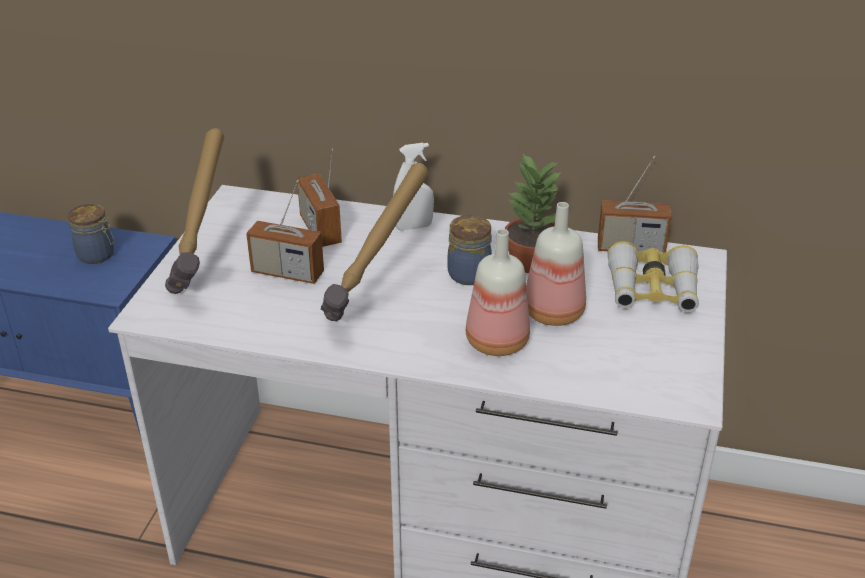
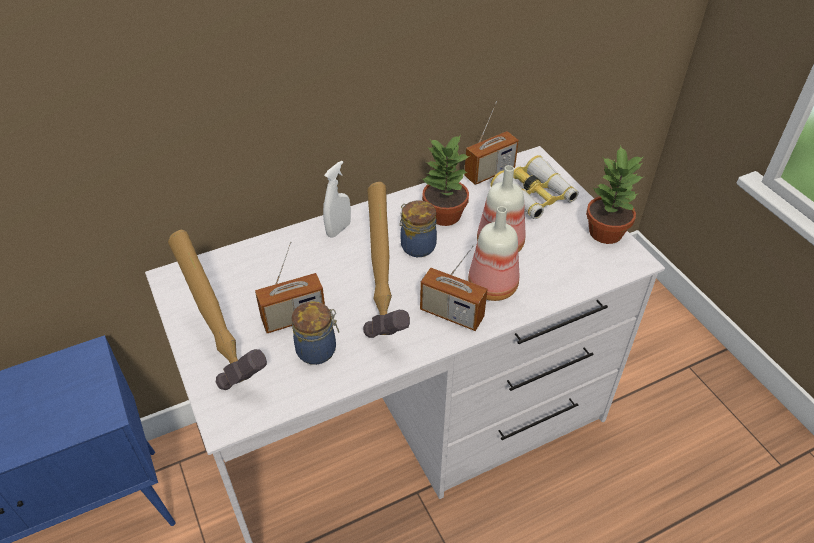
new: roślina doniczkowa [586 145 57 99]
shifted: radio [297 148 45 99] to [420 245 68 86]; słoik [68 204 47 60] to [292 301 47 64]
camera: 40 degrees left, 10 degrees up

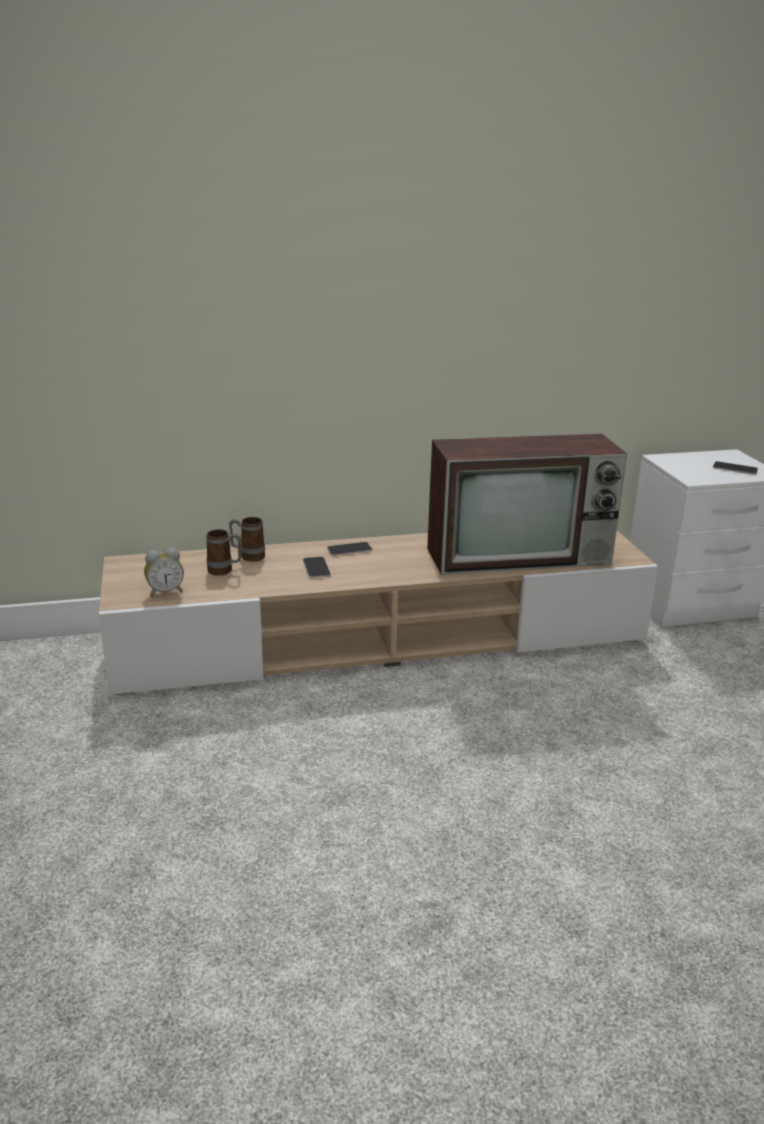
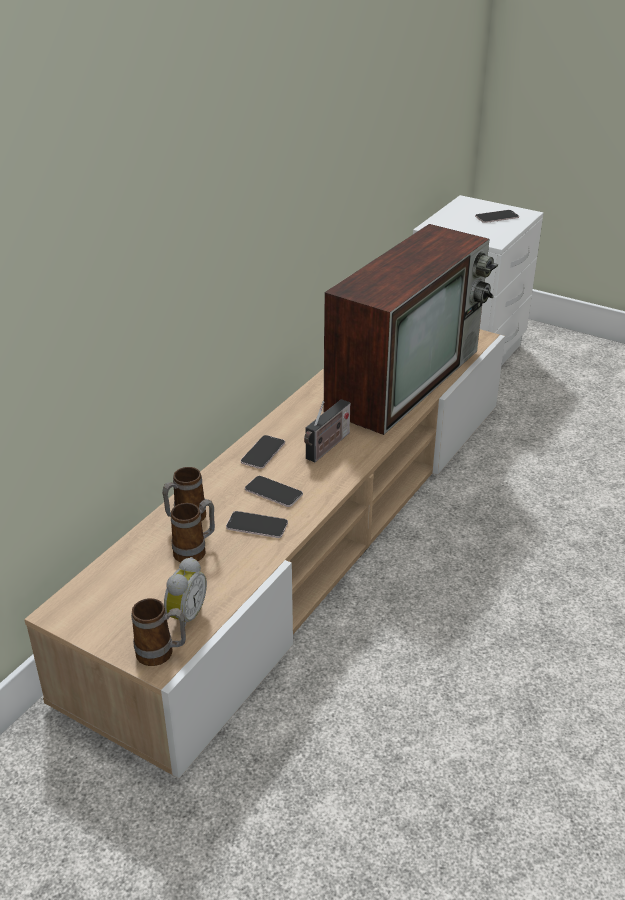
new: radio [304 399 46 63]; telefon [226 511 62 27]; kubek [131 598 55 68]
camera: 45 degrees left, 10 degrees up

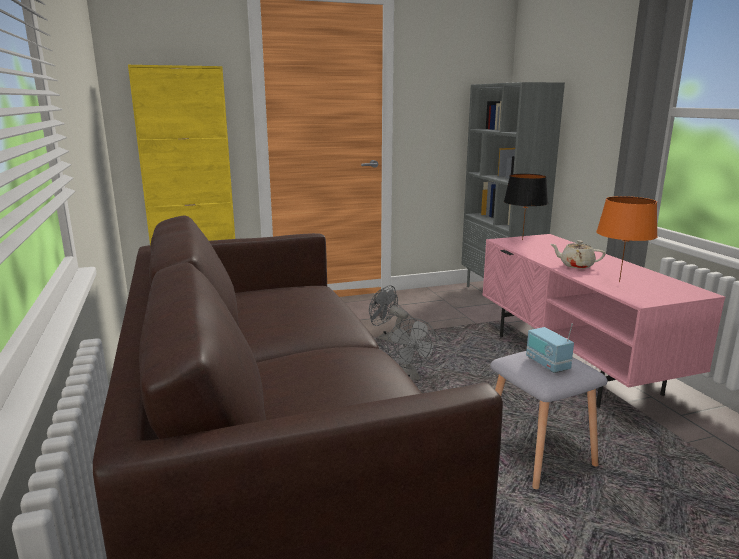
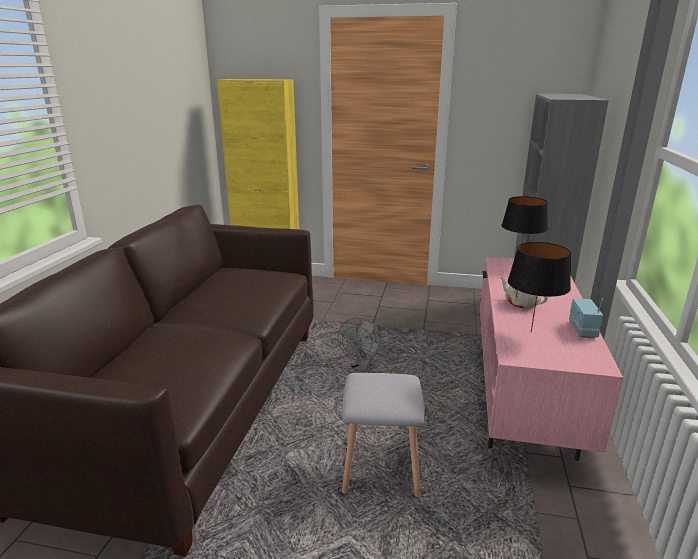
gone: wentylator (szary) [369 285 40 59]
shifted: radio [526 323 48 50] to [569 298 34 40]
repainted: lampa stołowa (pomarańczowy) [596 196 62 87] to lampa stołowa (czarny) [508 242 63 90]
camera: 30 degrees right, 5 degrees up

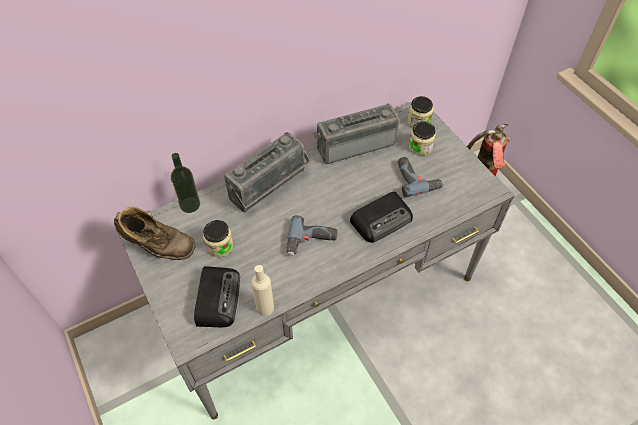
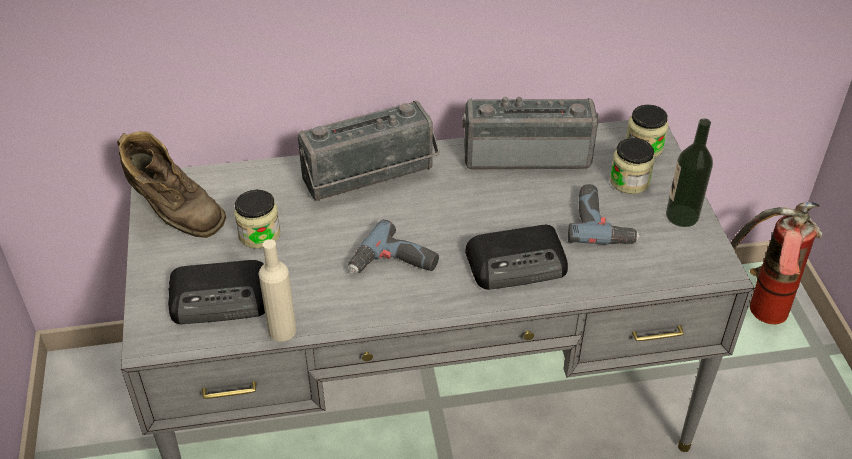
shifted: butelka [171 153 29 60] to [666 118 47 109]
rotated: radio [194 266 46 61] = [168 260 97 64] 60 degrees clockwise
camera: 20 degrees right, 10 degrees down

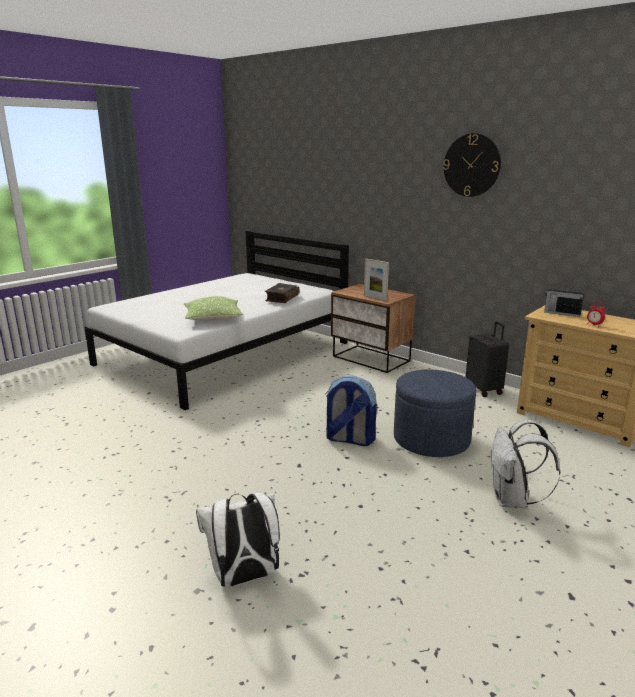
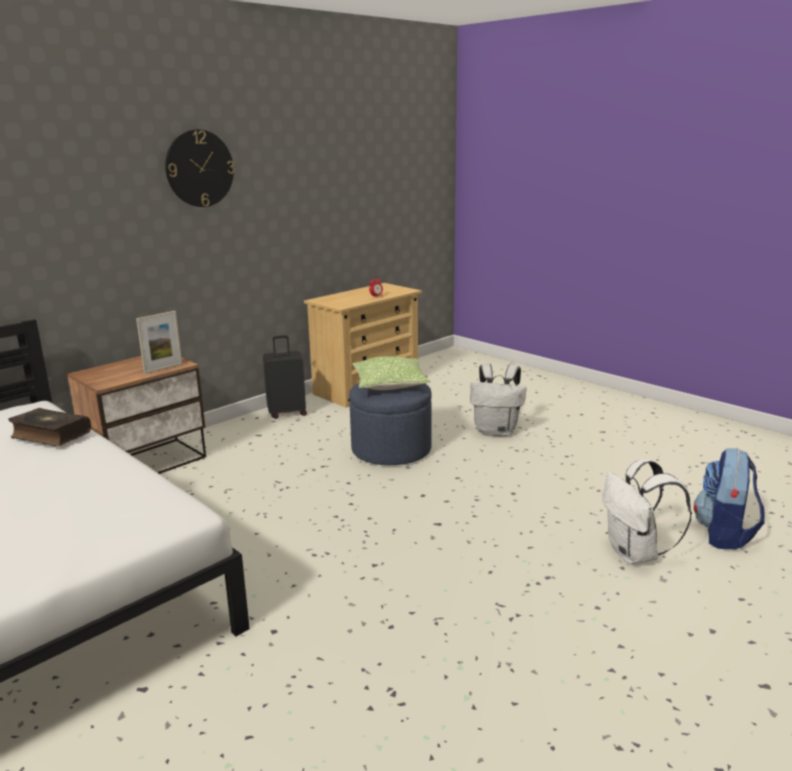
gone: radio [544 287 40 30]
shifted: poduszka [184 296 59 25] to [353 356 77 34]; plecak [325 376 52 70] to [694 448 71 102]
camera: 85 degrees left, 0 degrees up

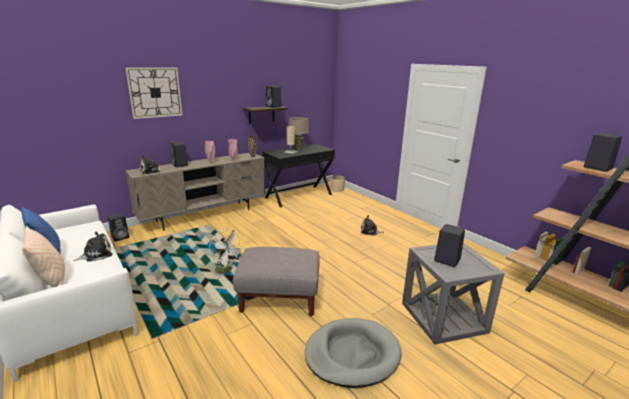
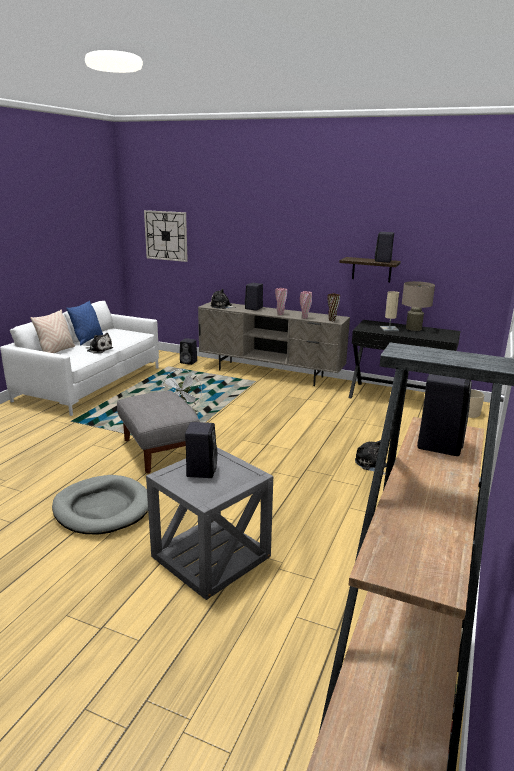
shifted: zegar ścienny [125 67 57 52] to [144 210 44 52]
camera: 60 degrees right, 0 degrees up

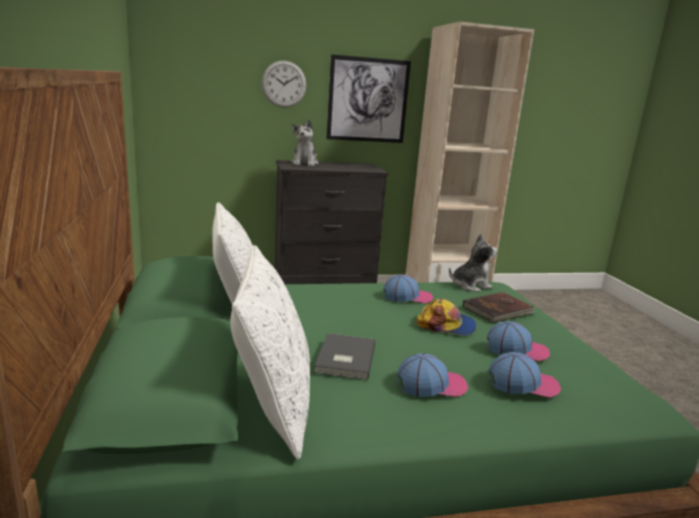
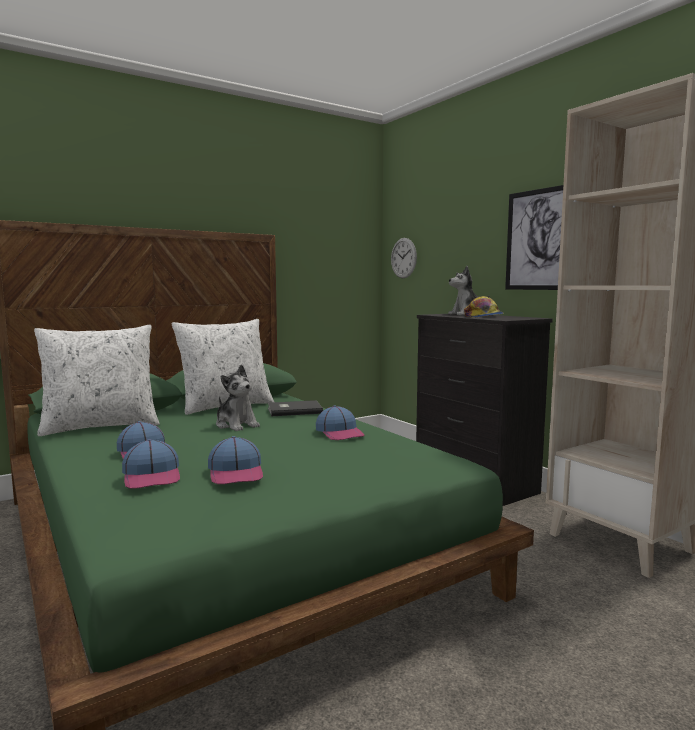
gone: książka (brązowy) [463 292 73 31]
shifted: zegar ścienny [262 61 44 47] to [391 238 26 40]; pluszak [449 234 48 58] to [216 365 44 66]; czapka z daszkiem [417 299 60 37] to [464 296 40 22]; książka (szary) [314 333 62 47] to [268 400 55 16]
camera: 70 degrees right, 10 degrees down

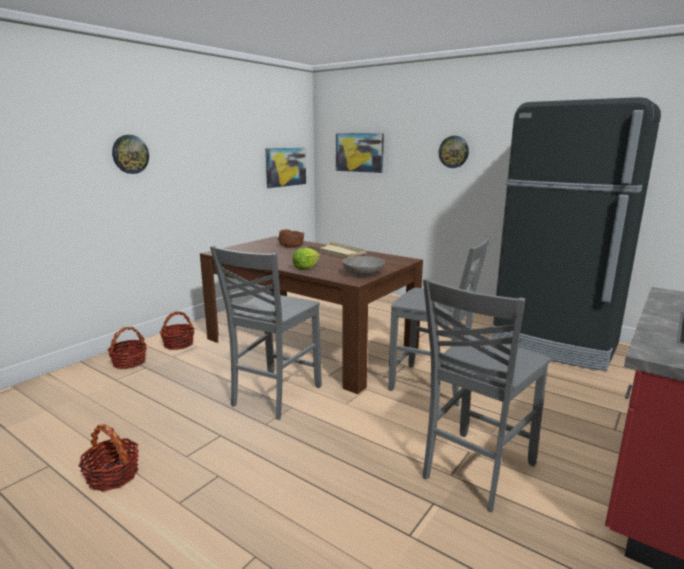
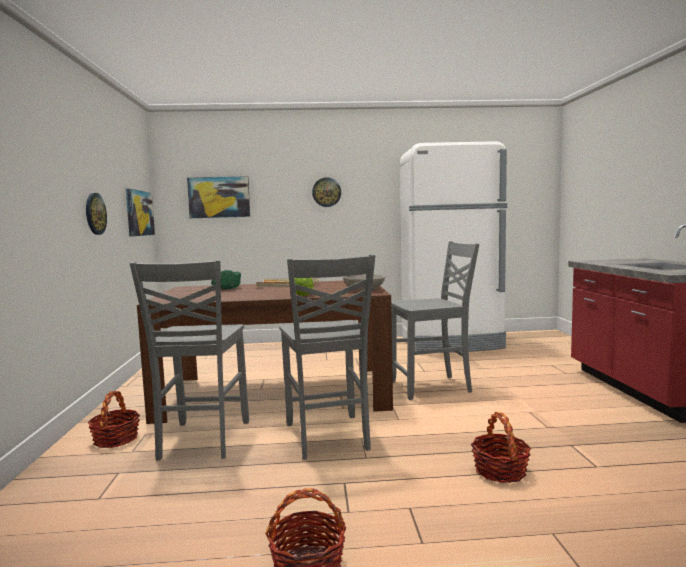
shifted: zegar ścienny [112 135 37 39] to [86 193 21 42]; krzesło (szary) [423 278 128 234] to [130 260 119 200]; koszyk [107 327 40 42] to [471 412 60 71]
repainted: lodówka (czarny) [492 97 169 274] to lodówka (biały) [400 141 107 212]; miska (brązowy) [278 229 26 19] to miska (zielony) [211 270 30 19]
camera: 40 degrees left, 10 degrees down

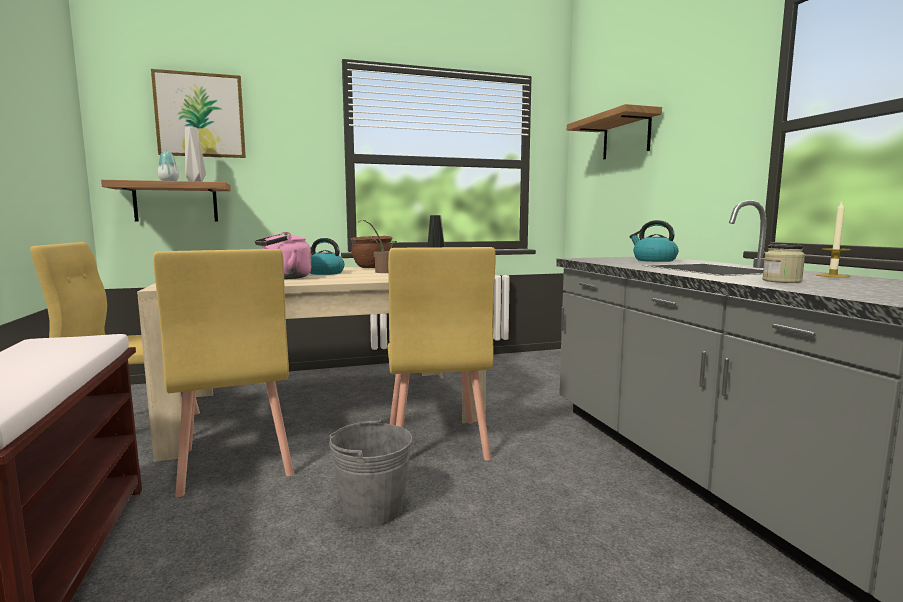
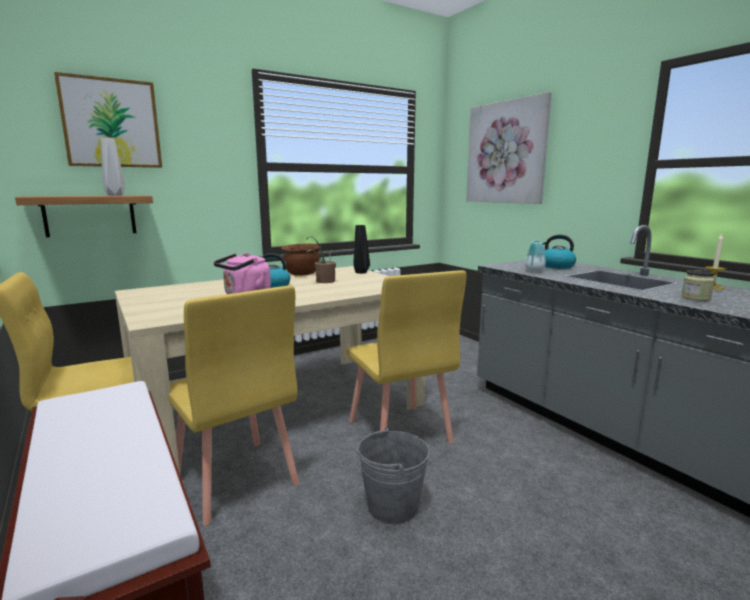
shifted: wazon [158 152 21 29] to [525 240 21 32]
swapped: półka [567 104 95 55] to obraz [466 92 86 112]
camera: 15 degrees left, 5 degrees up

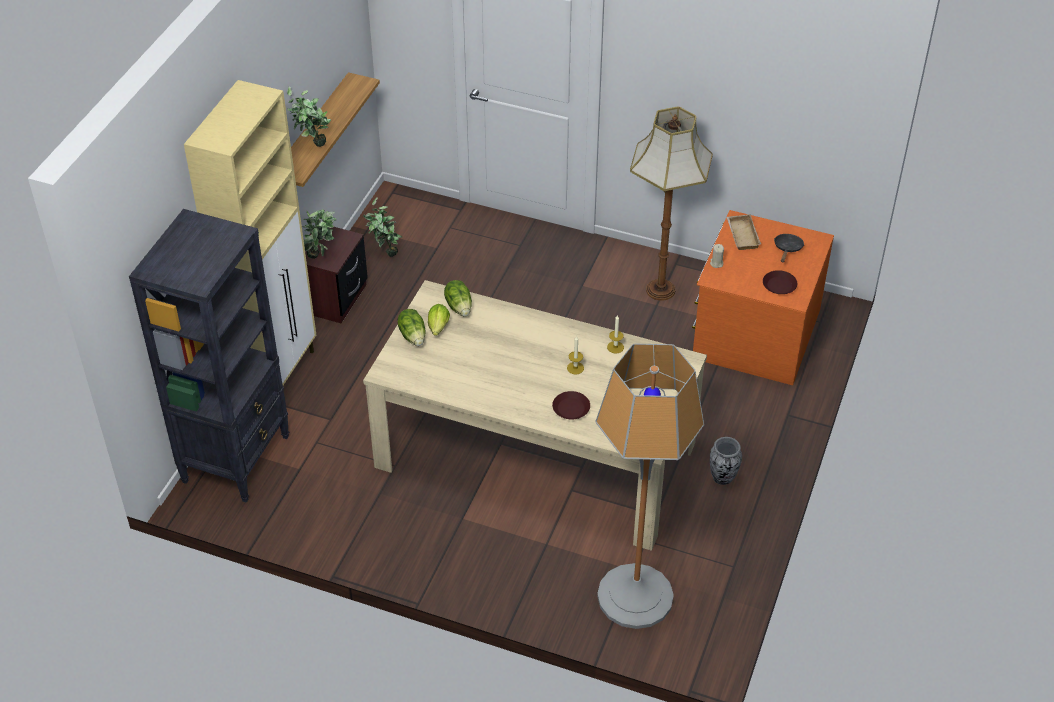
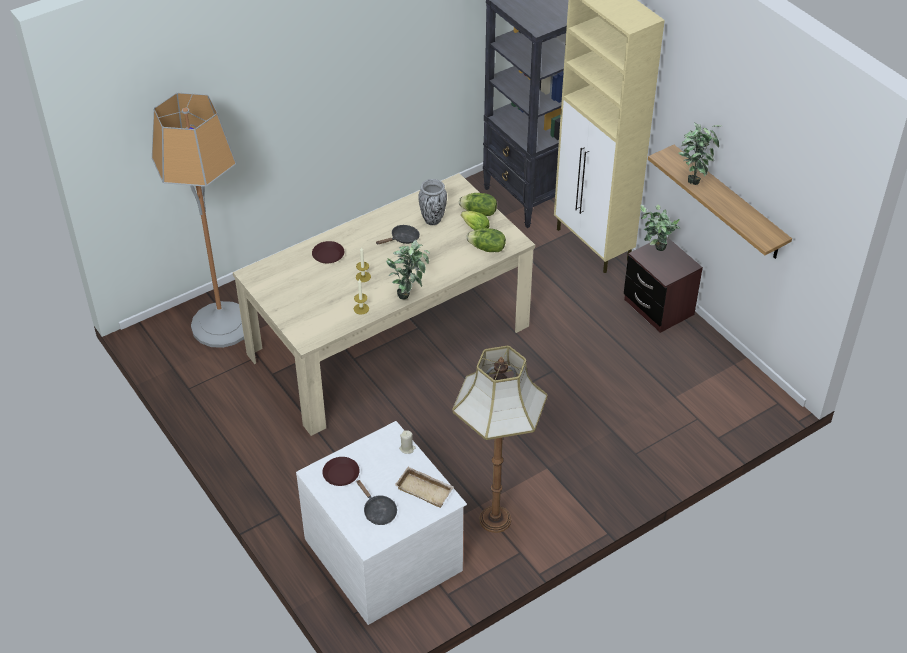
new: patelnia (czarny) [376 225 44 20]
shifted: roślina doniczkowa [363 197 40 60] to [386 240 44 60]; wazon [710 437 32 48] to [418 179 29 46]
repainted: komoda (pomarańczowy) [692 210 142 175] to komoda (biały) [296 421 171 204]
camera: 125 degrees right, 0 degrees up

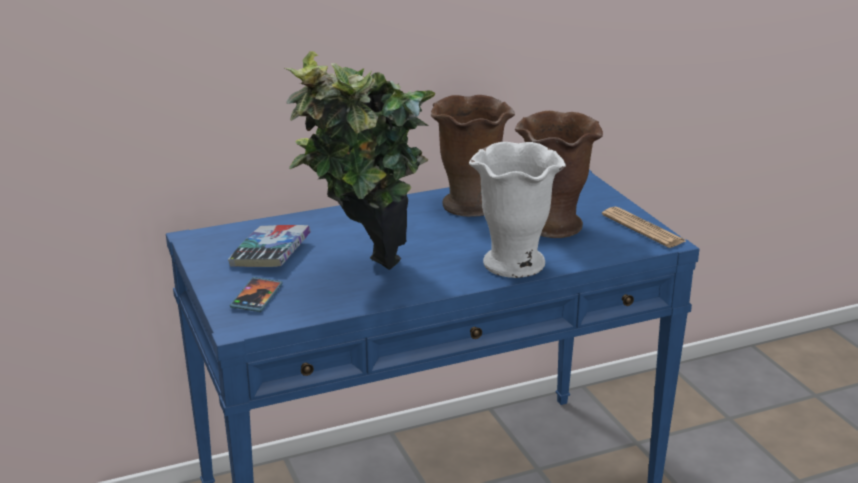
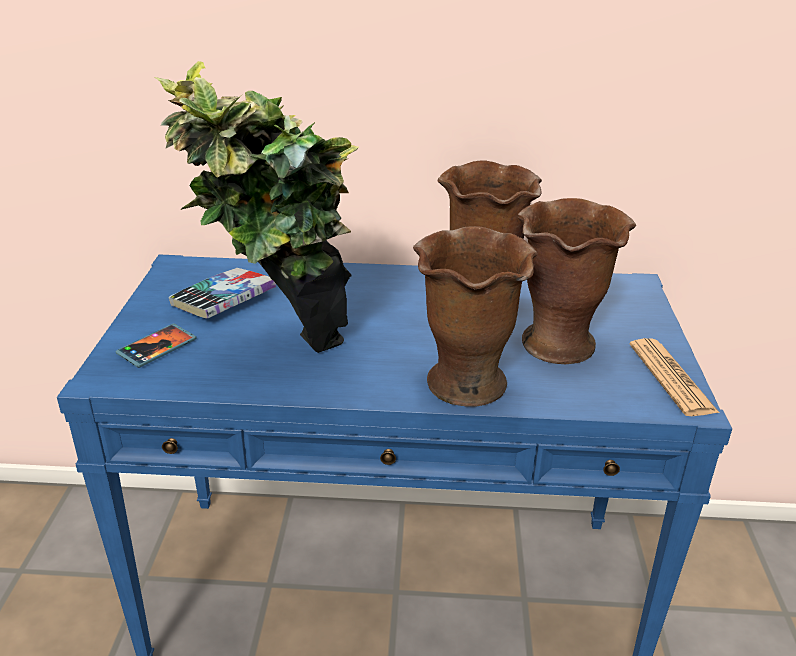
repainted: wazon (biały) [469 142 97 136] to wazon (brązowy) [413 226 125 181]
camera: 25 degrees right, 5 degrees up

